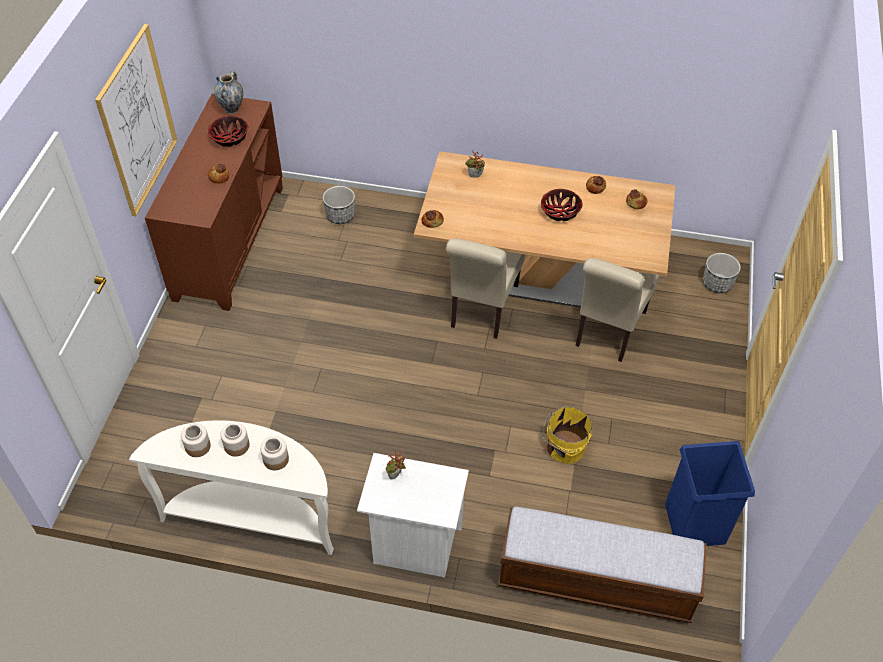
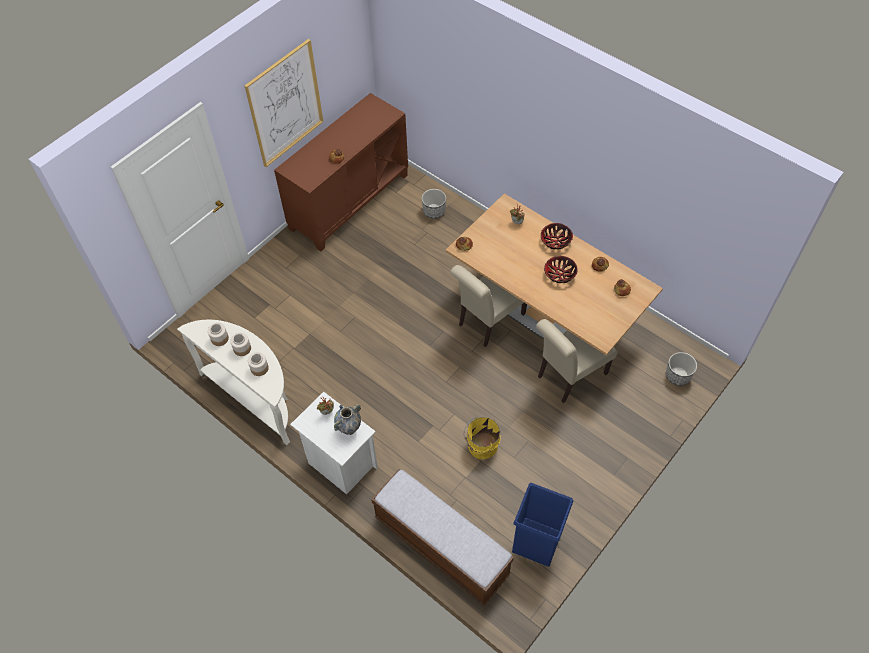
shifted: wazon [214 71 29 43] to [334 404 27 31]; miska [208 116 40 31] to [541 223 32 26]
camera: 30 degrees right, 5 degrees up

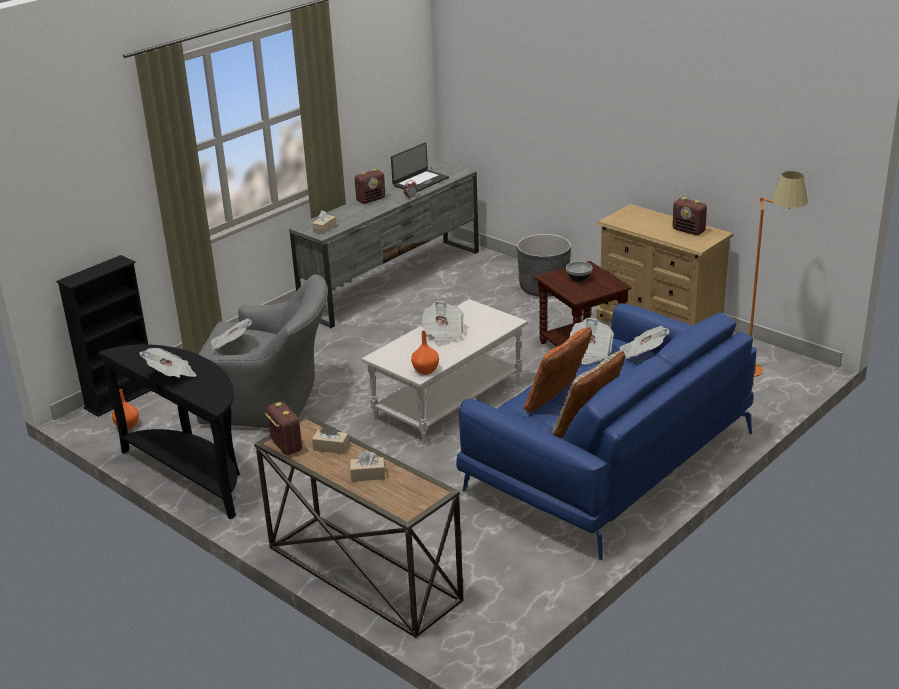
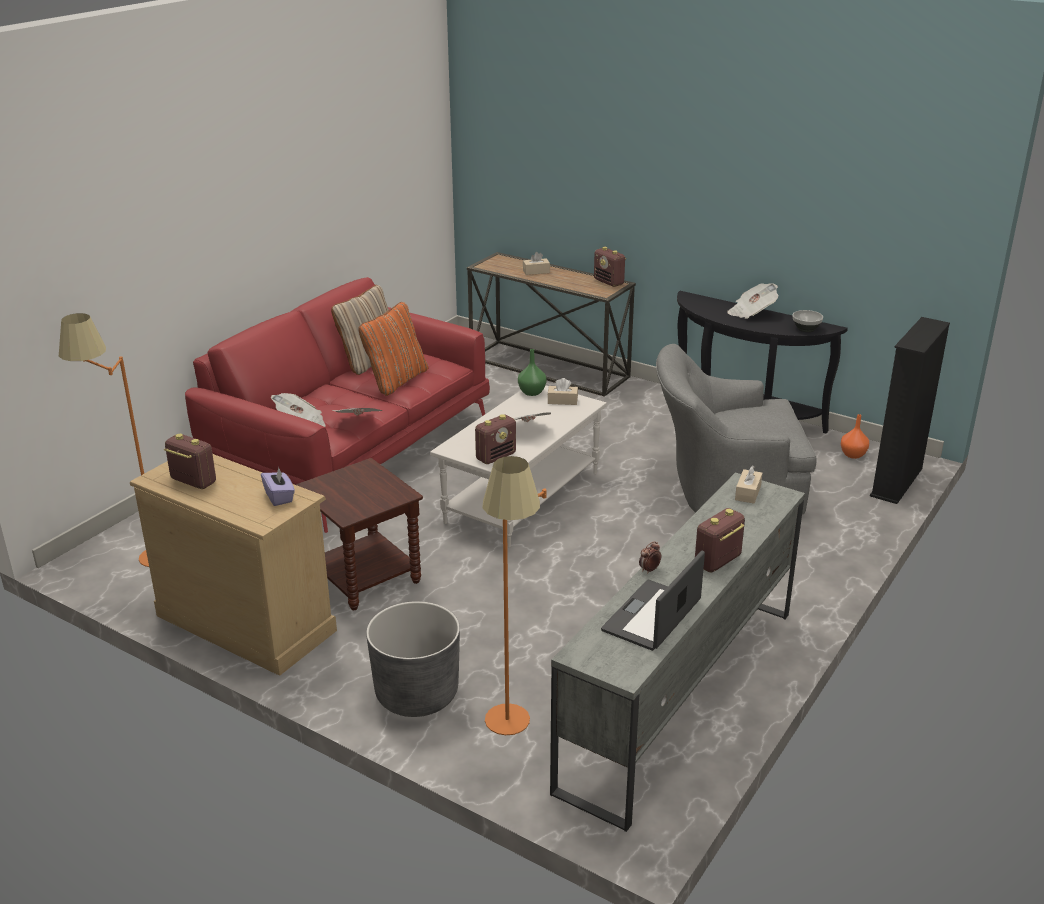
gone: gazeta [211 318 41 33]
new: radio [475 414 41 50]; lampa stojąca (pomarańczowy) [482 456 65 279]; pudełko chusteczek (fioletowy) [261 467 34 39]
shifted: miska [566 261 27 21] to [793 310 30 22]; pudełko chusteczek (beżowy) [312 425 37 29] to [547 378 31 27]
repainted: kanapa (niebieski) [456 303 300 257] to kanapa (czerwony) [185 277 305 256]; wazon (pomarańczowy) [411 330 28 45] to wazon (zielony) [518 349 29 47]
camera: 170 degrees right, 0 degrees up

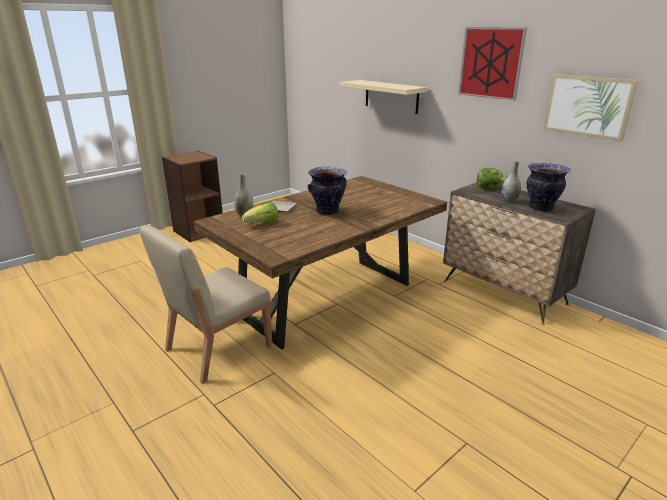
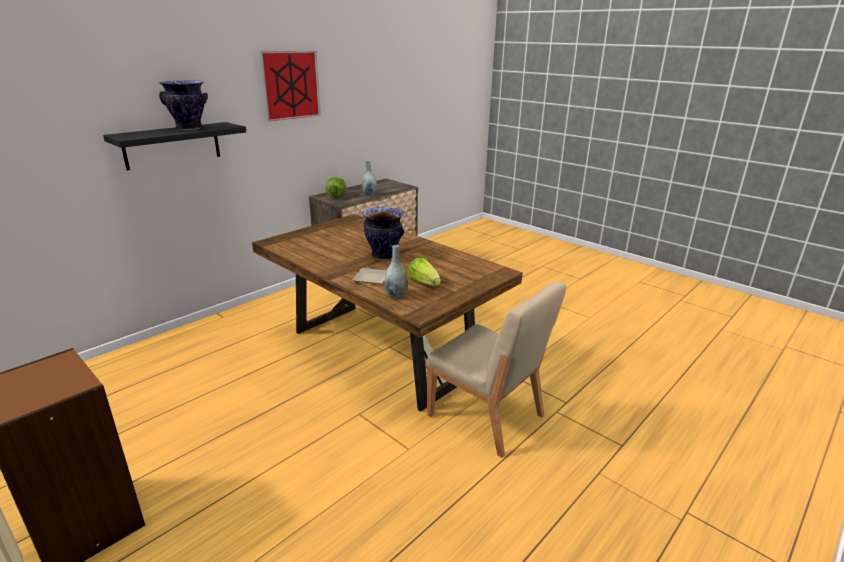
gone: obraz [543 74 96 67]
shifted: wazon [527 163 44 49] to [159 80 49 50]
repainted: półka (beżowy) [340 80 88 34] to półka (czarny) [103 122 143 48]
camera: 95 degrees left, 0 degrees up

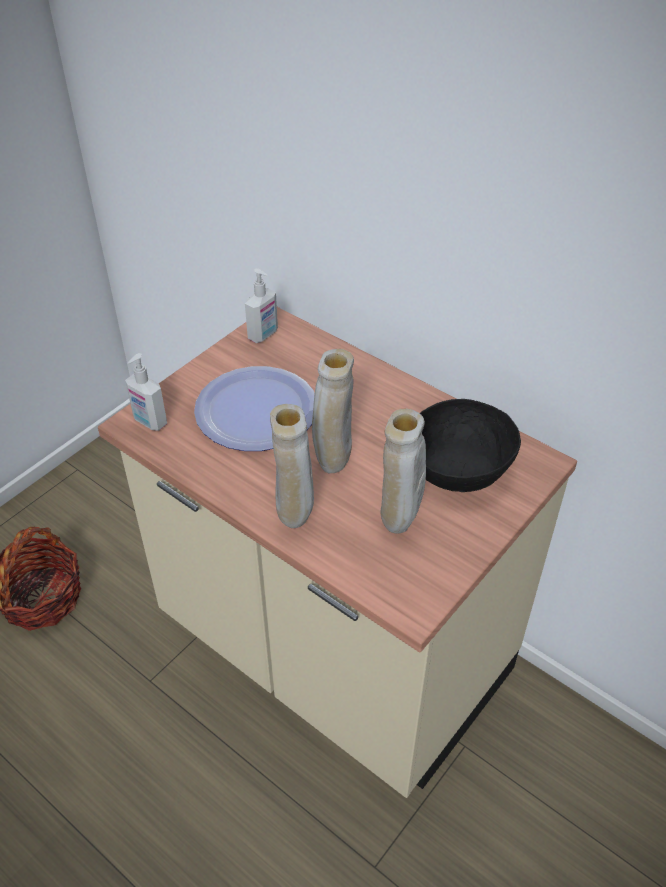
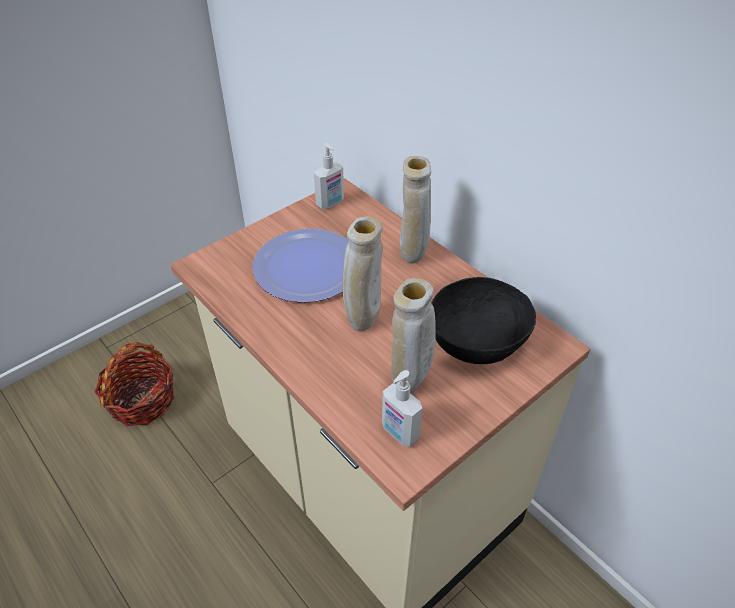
shifted: dozownik mydła [125 353 42 78] to [382 370 41 77]; wazon (beżowy) [270 404 44 124] to [399 156 32 107]
camera: 10 degrees right, 0 degrees up

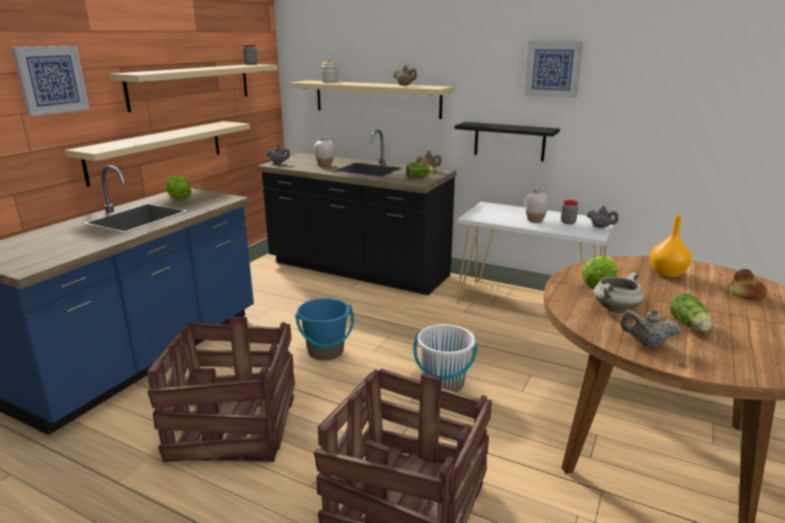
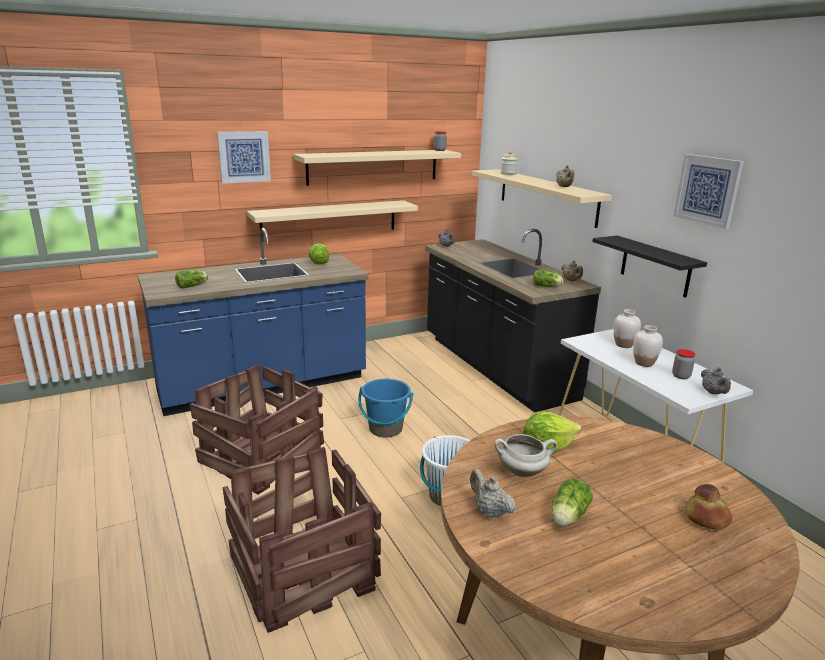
gone: wazon (pomarańczowy) [650 215 42 63]
new: sałata [175 270 33 19]
shifted: wazon (biały) [314 136 20 31] to [614 309 27 39]
camera: 35 degrees right, 0 degrees up

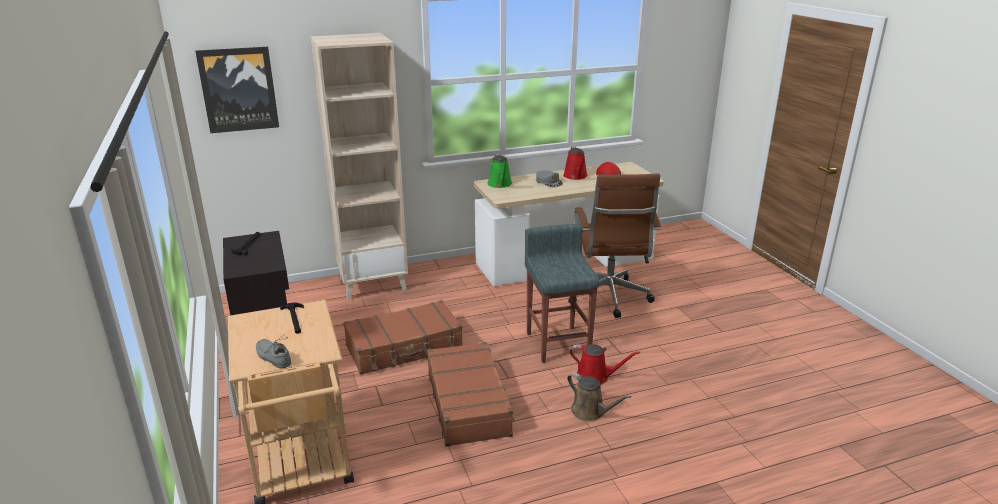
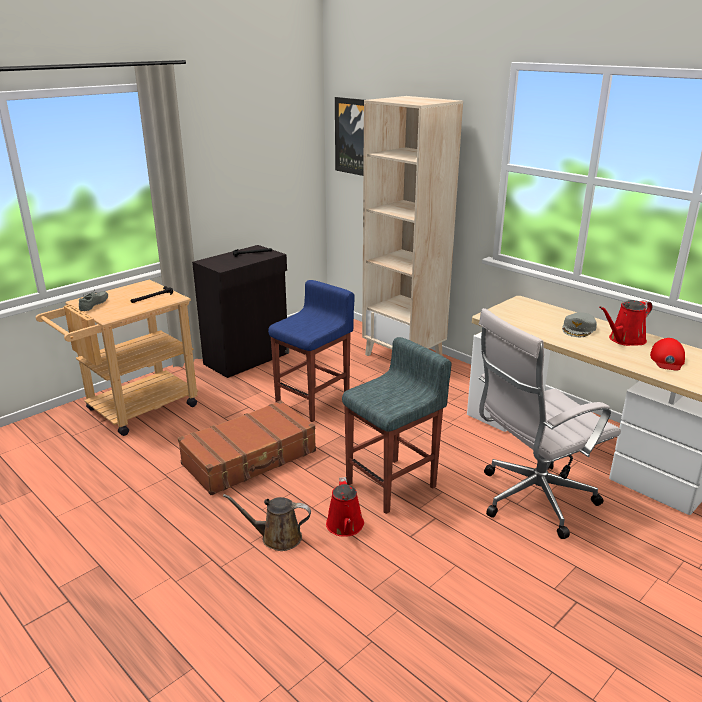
gone: konewka (zielony) [487 154 25 34]
swapped: walizka (brązowy) [343 300 120 75] to stołek (niebieski) [268 280 87 142]
repainted: krzesło biurowe (brązowy) [568 174 93 144] to krzesło biurowe (biały) [479 308 142 231]
rotated: konewka (brązowy) [567 373 64 48] = [223 494 88 57] 75 degrees clockwise
camera: 65 degrees right, 0 degrees up

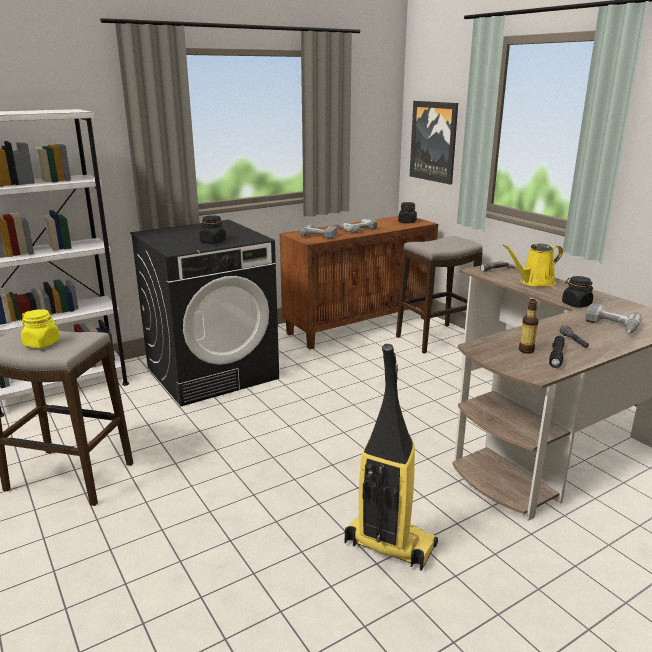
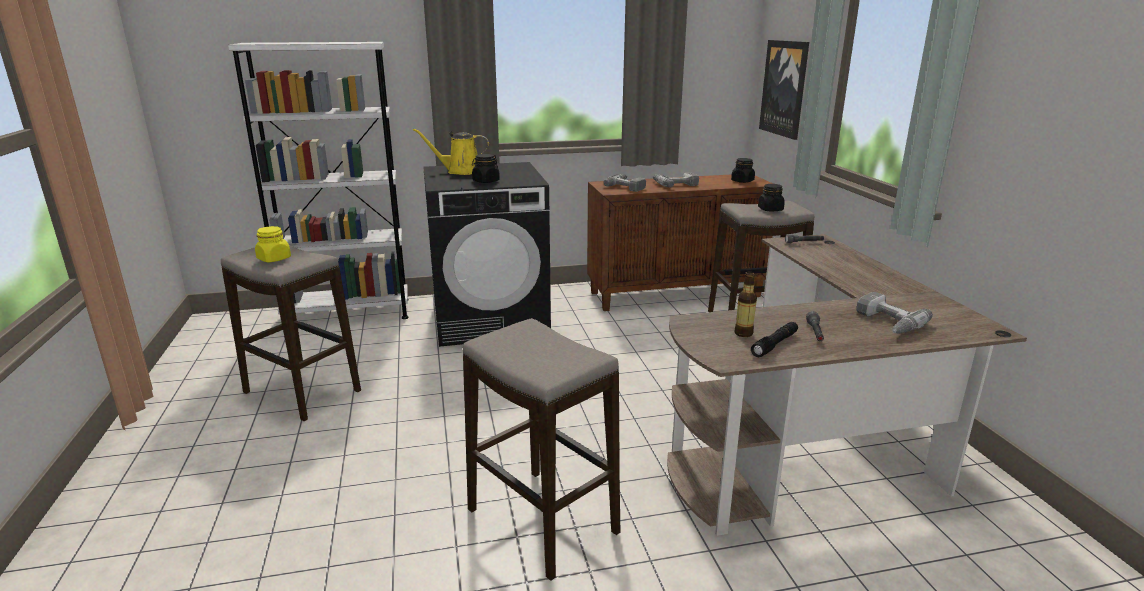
shifted: konewka (żółty) [503 243 60 44] to [413 128 76 47]; słoik (czarny) [562 276 31 32] to [758 184 27 28]
swapped: odkurzacz [345 344 93 226] to stołek [463 318 157 263]
camera: 20 degrees right, 0 degrees up

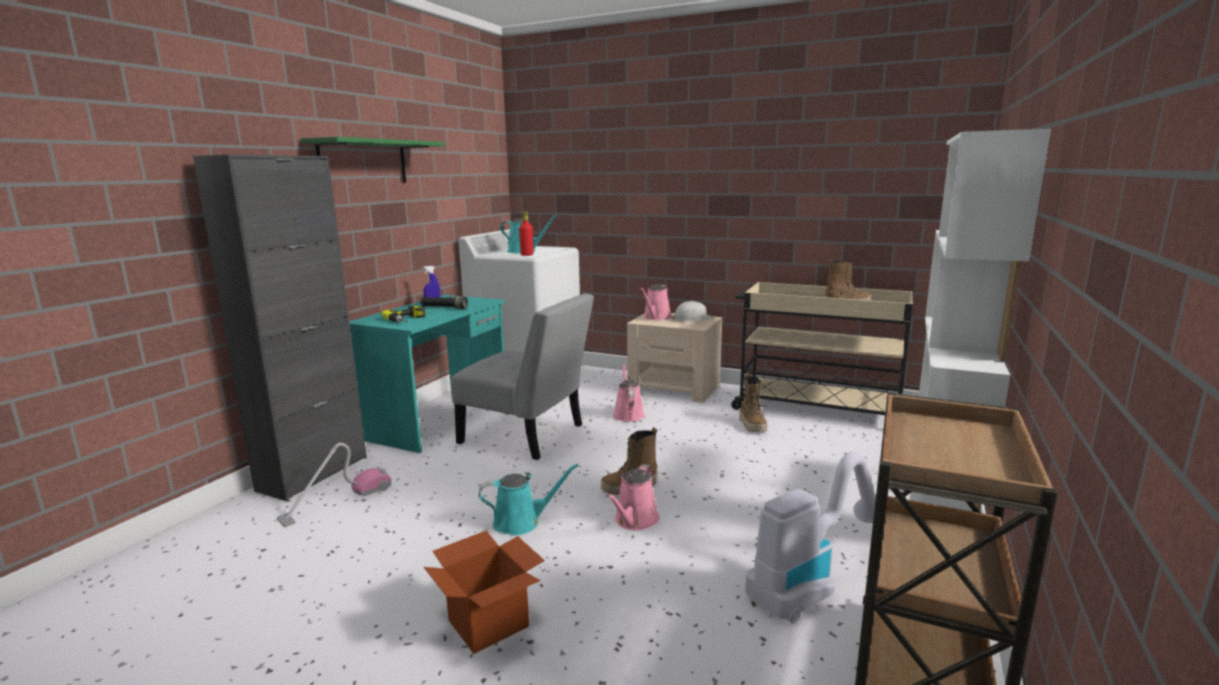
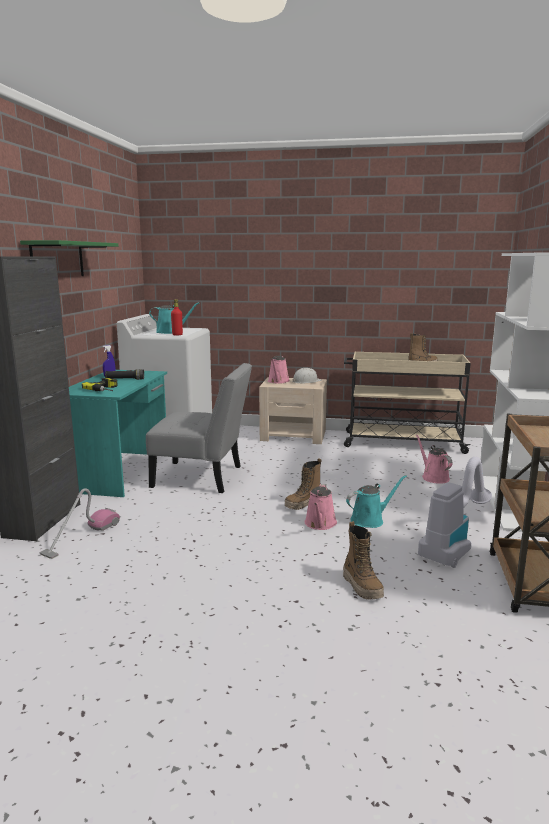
gone: karton [424 531 121 123]
shifted: konewka (różowy) [613 364 32 58] to [416 435 36 49]; but z cholewką [739 373 28 59] to [343 521 41 79]; konewka (turkusowy) [479 464 99 71] to [346 475 61 53]
camera: 15 degrees left, 0 degrees up

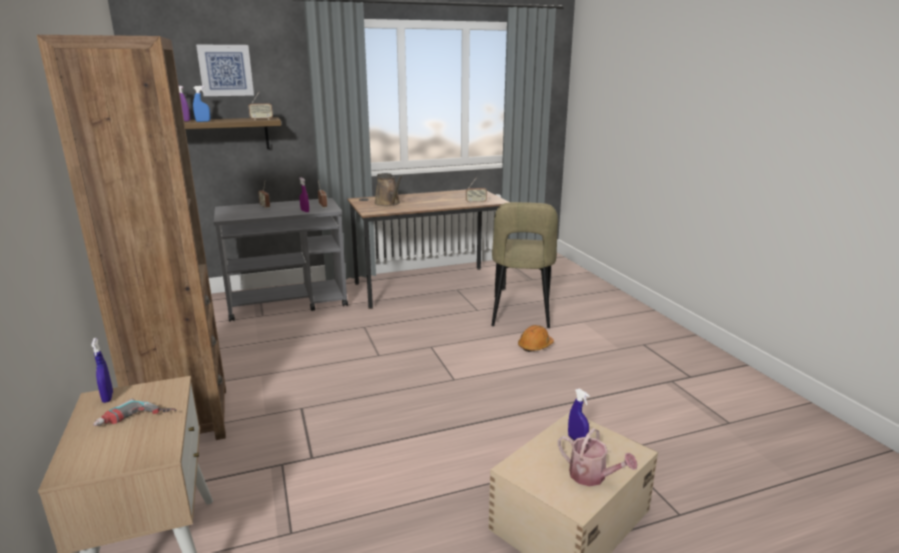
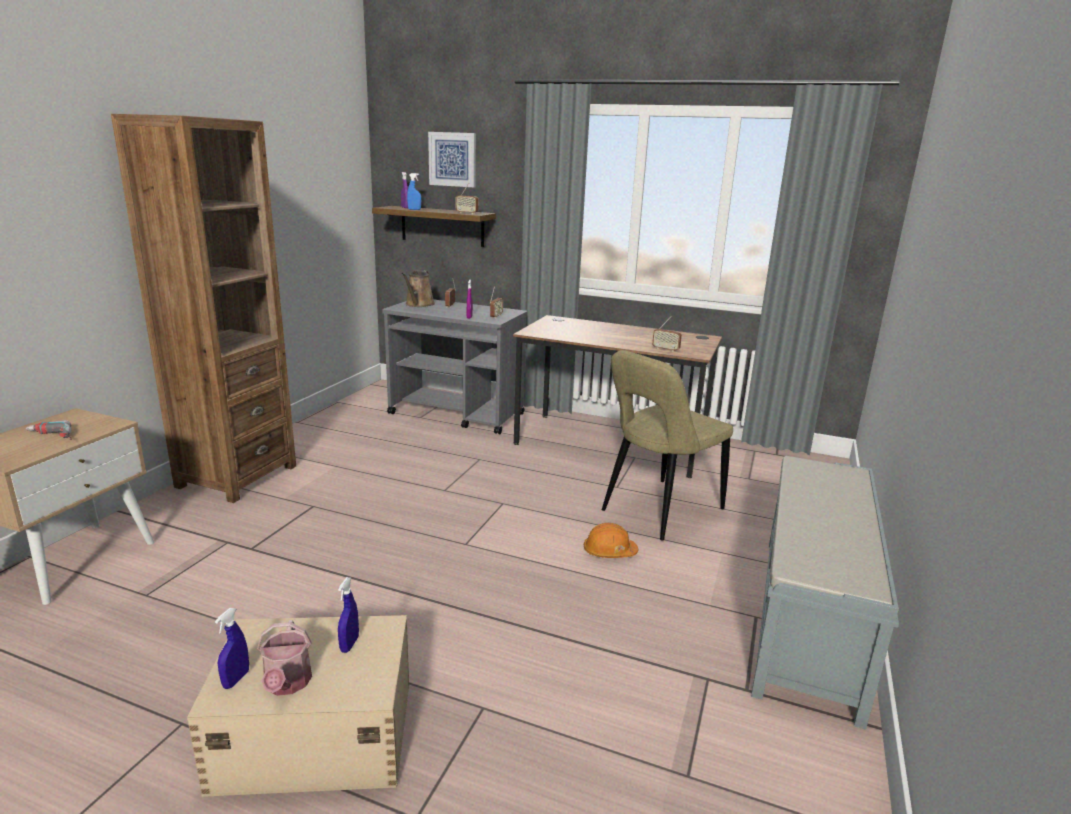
new: ławka (szary) [751 456 148 274]
shifted: konewka (brązowy) [374 173 28 33] to [402 270 33 37]; spryskiwacz (niebieski) [91 338 22 65] to [215 608 34 81]
camera: 40 degrees right, 0 degrees up

